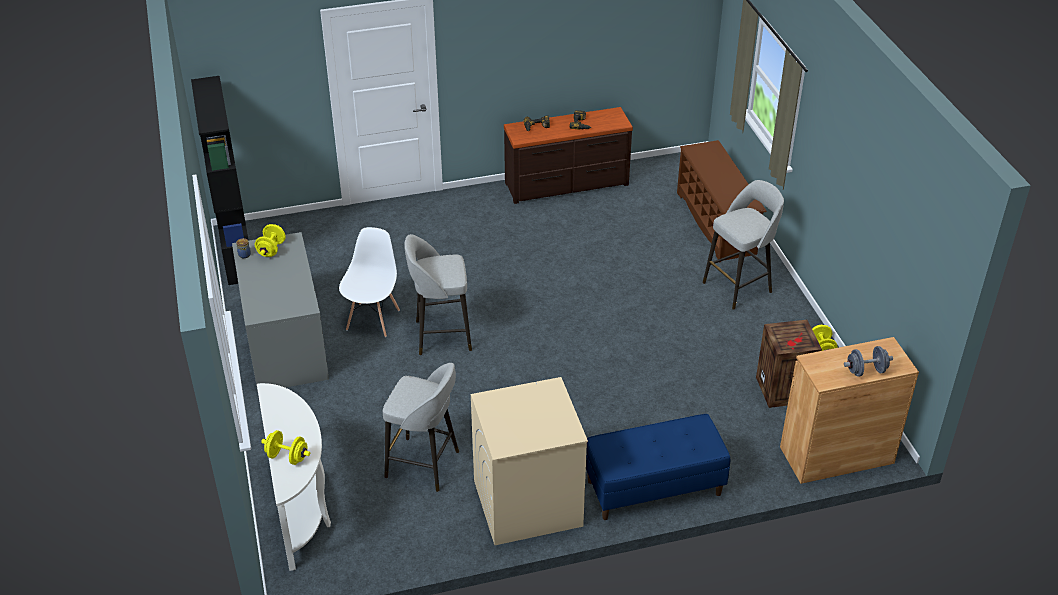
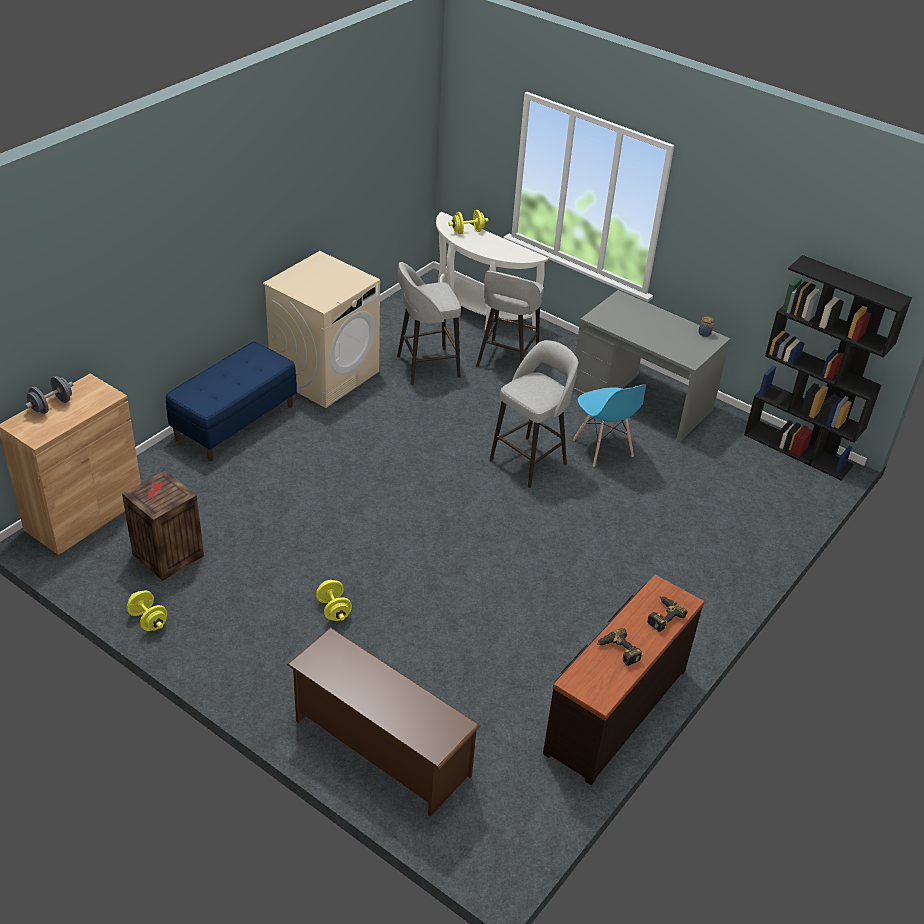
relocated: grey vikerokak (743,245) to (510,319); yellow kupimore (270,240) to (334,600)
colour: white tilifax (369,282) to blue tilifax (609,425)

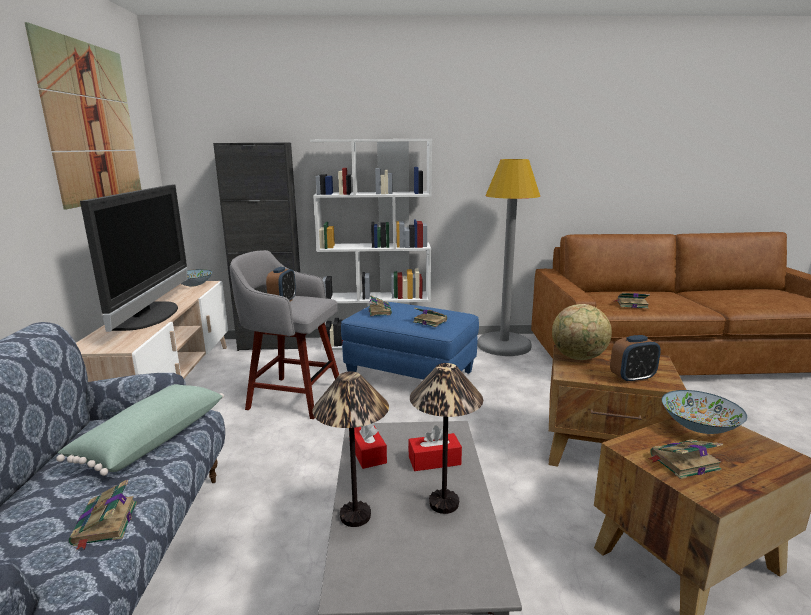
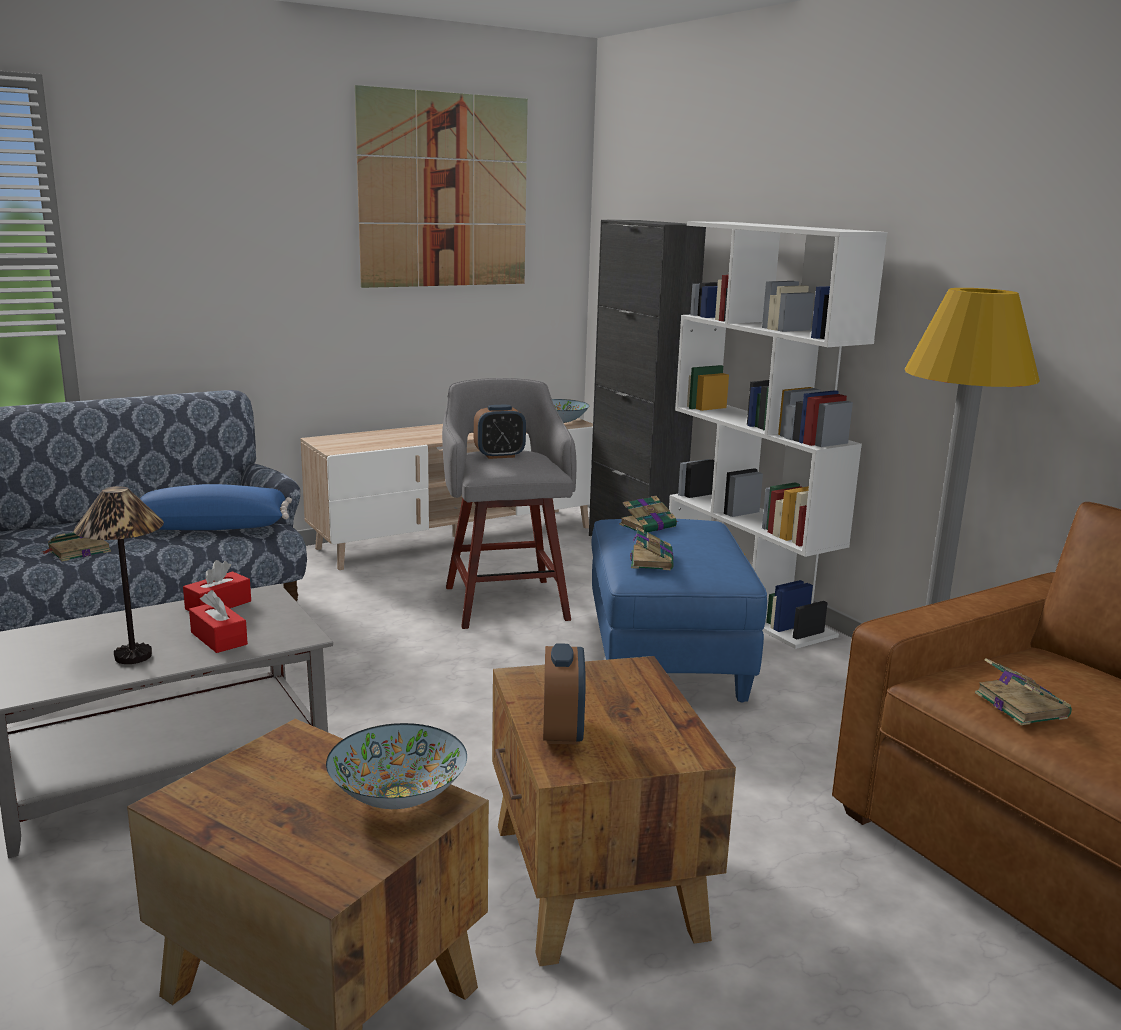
missing: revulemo (133,258); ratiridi (582,332); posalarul (350,449); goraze (685,459)
colour: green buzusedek (140,430) to blue buzusedek (216,507)
spun: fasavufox (635,359) = (564,693) 135 degrees counterclockwise

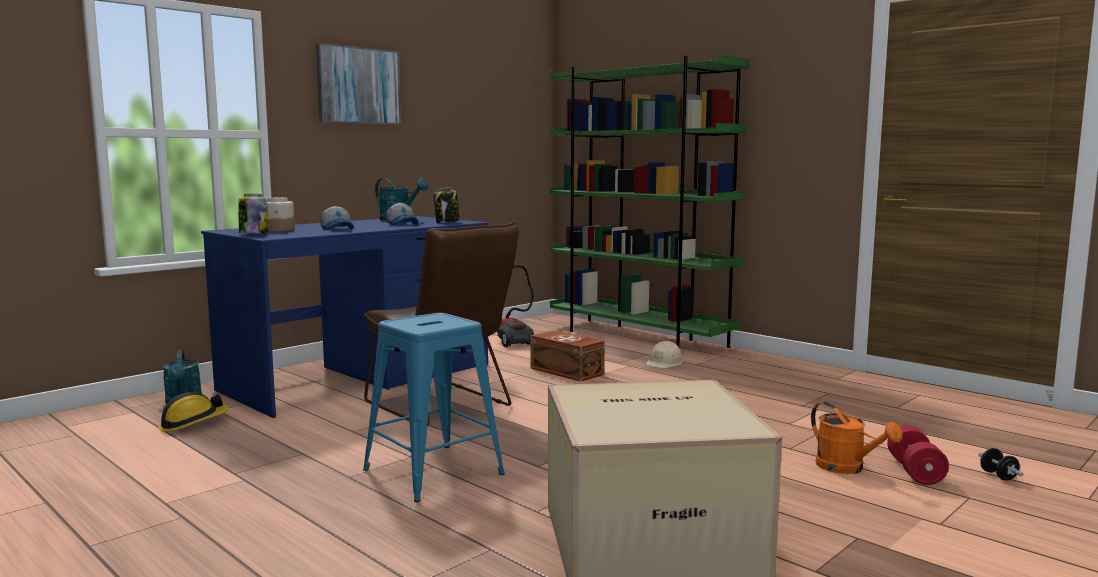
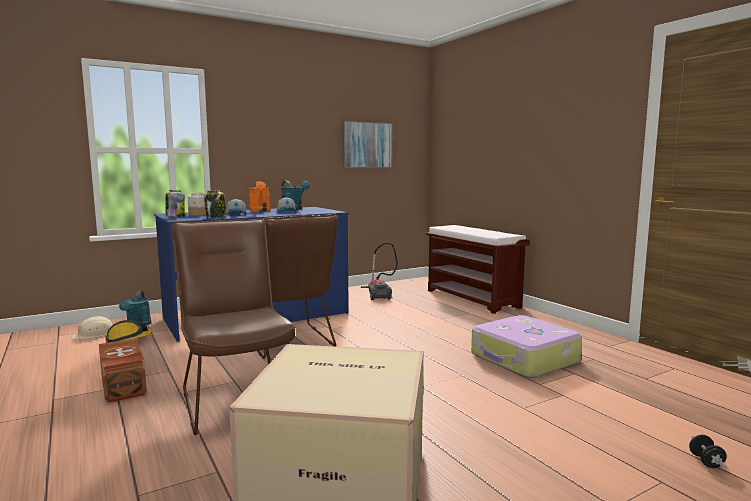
missing: red kupimore (918,455)
appeared: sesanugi (526,346)
relocated: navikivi (358,84) to (367,144); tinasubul (447,205) to (215,204); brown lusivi (567,356) to (123,370); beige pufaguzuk (664,354) to (91,328); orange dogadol (856,438) to (260,196)
exchanged: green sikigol (650,201) to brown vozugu (478,269); blue vikerokak (434,407) to brown tilifax (233,326)

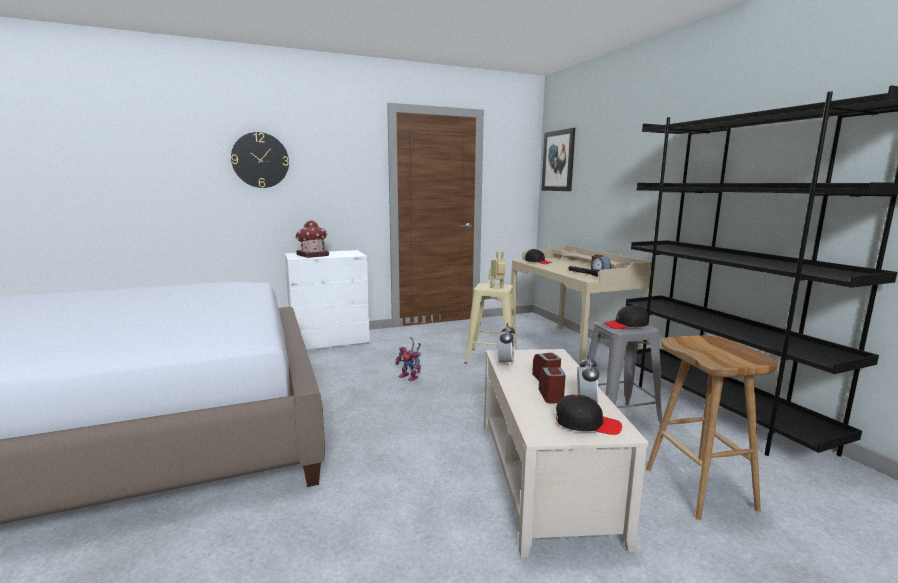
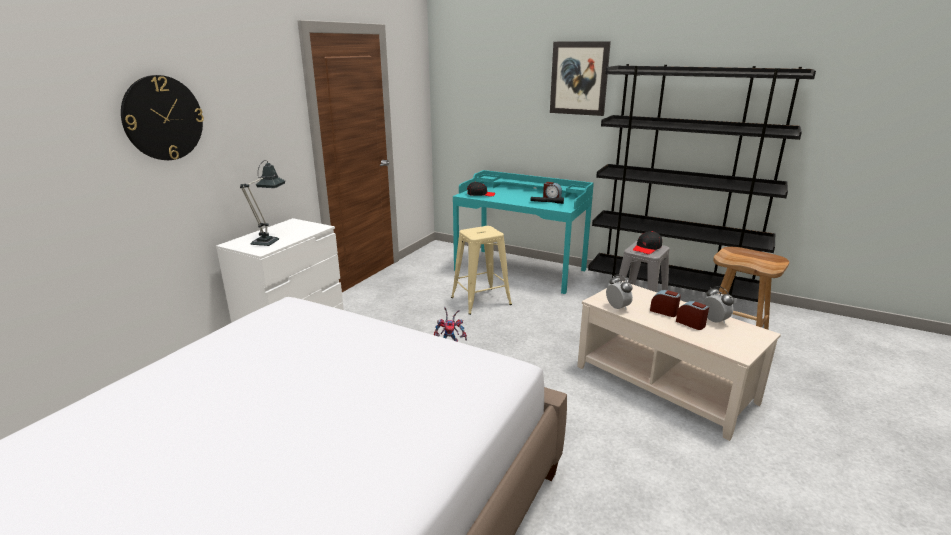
missing: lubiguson (497,270); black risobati (589,415)
relocated: navikivi (558,159) to (580,78)
exchanged: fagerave (312,239) to posalarul (262,203)
colour: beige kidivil (581,305) to turquoise kidivil (523,232)

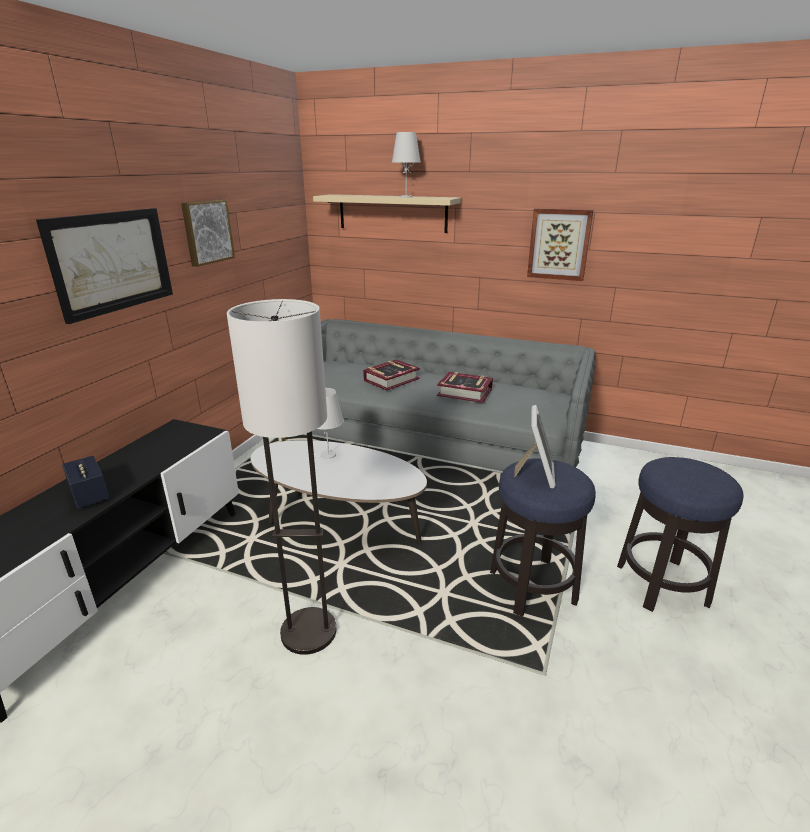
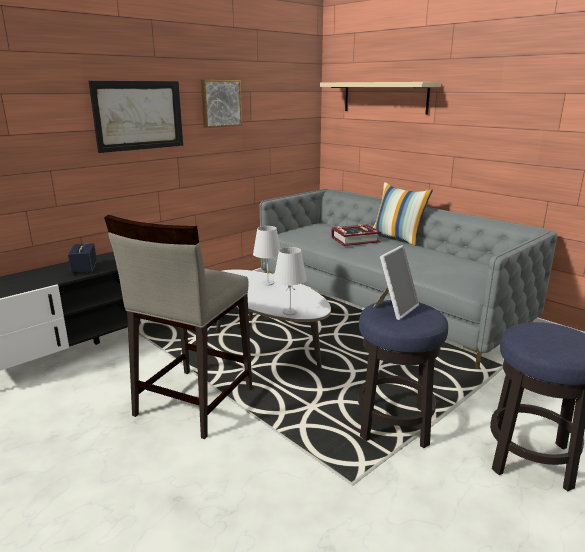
missing: navikivi (560,244); goraze (465,387)
appeared: buzusedek (403,214)
relocated: white posalarul (406,164) to (290,281)
exchanged: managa (281,477) to beige vikerokak (178,327)

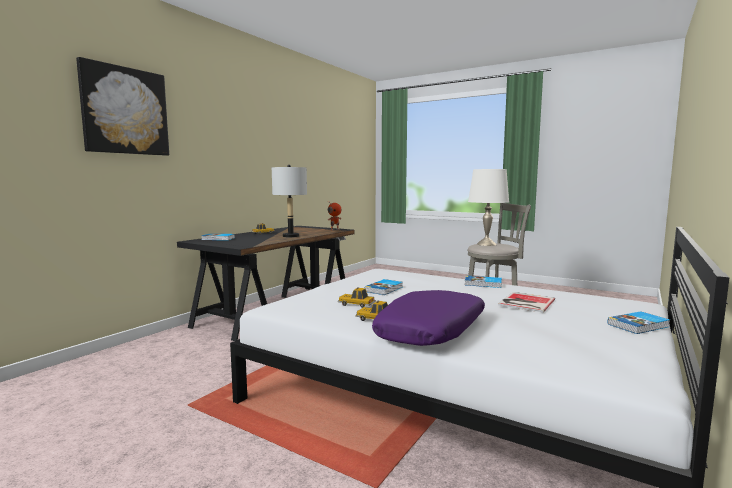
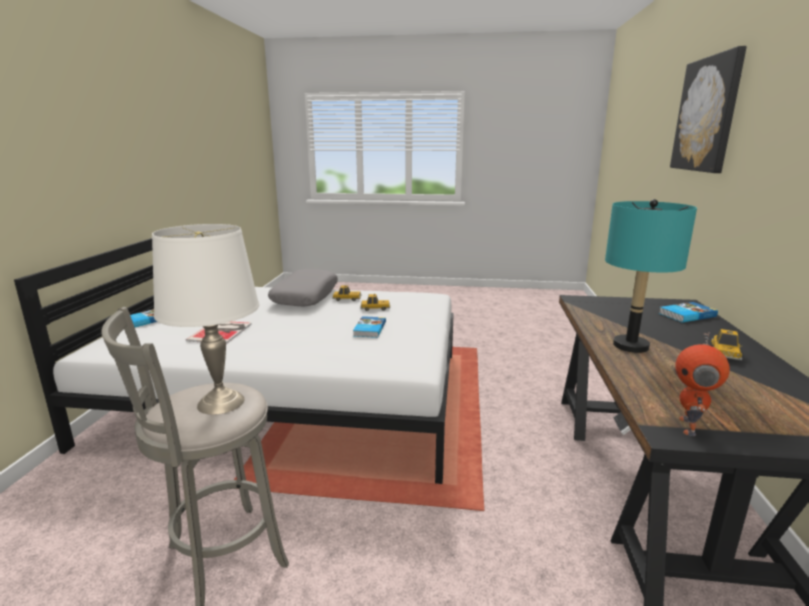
missing: goraze (483,282)
colour: grey posalarul (289,201) to turquoise posalarul (651,276); purple buzusedek (428,318) to grey buzusedek (303,287)

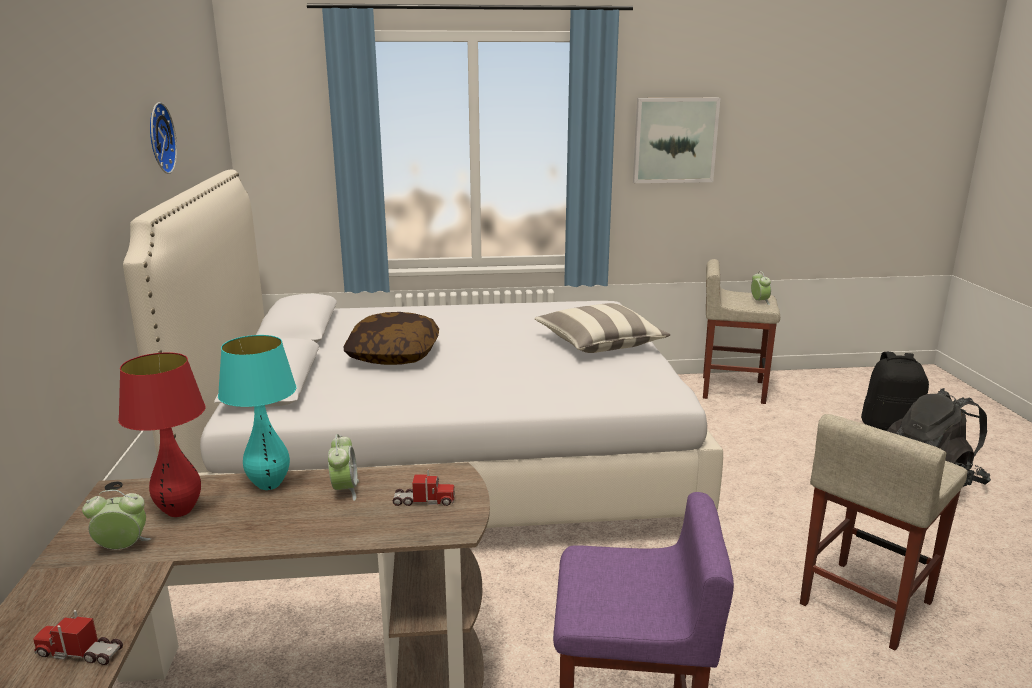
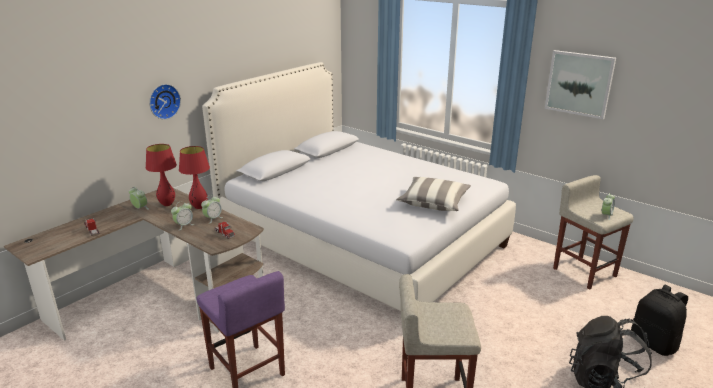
missing: buzusedek (391,338)
appeared: fasavufox (183,215)
relocated: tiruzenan (163,138) to (165,102)
colour: turquoise posalarul (257,412) to red posalarul (194,177)

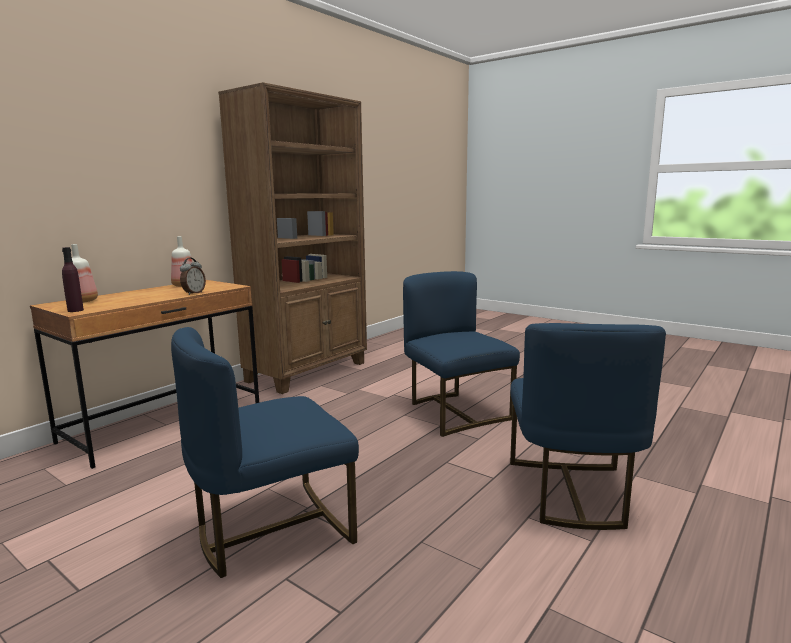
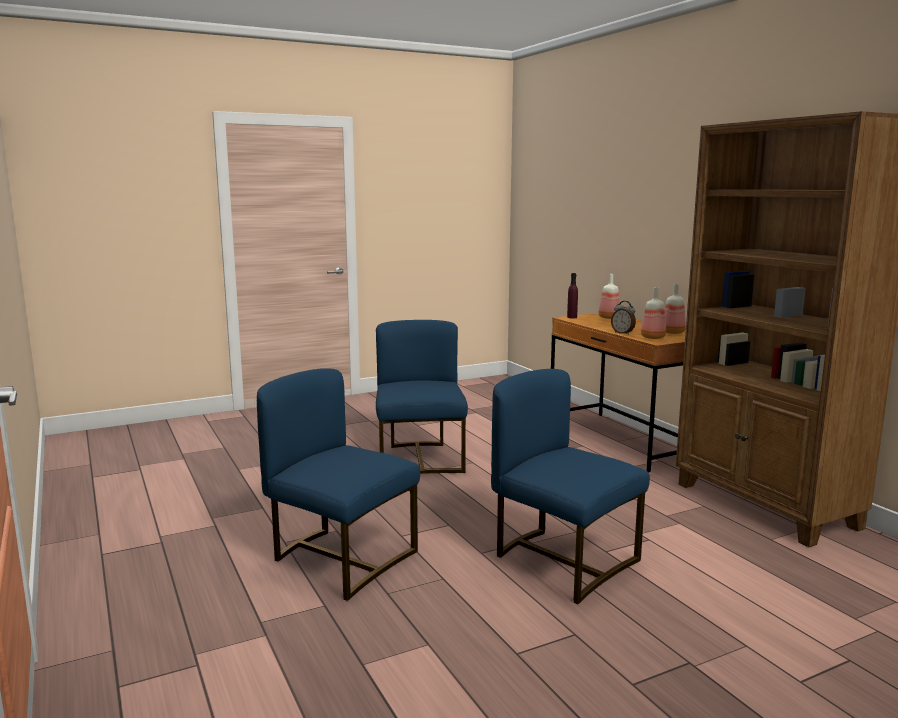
appeared: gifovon (653,313)
spun: blue tilifax (461,354) = (570,486) 135 degrees counterclockwise

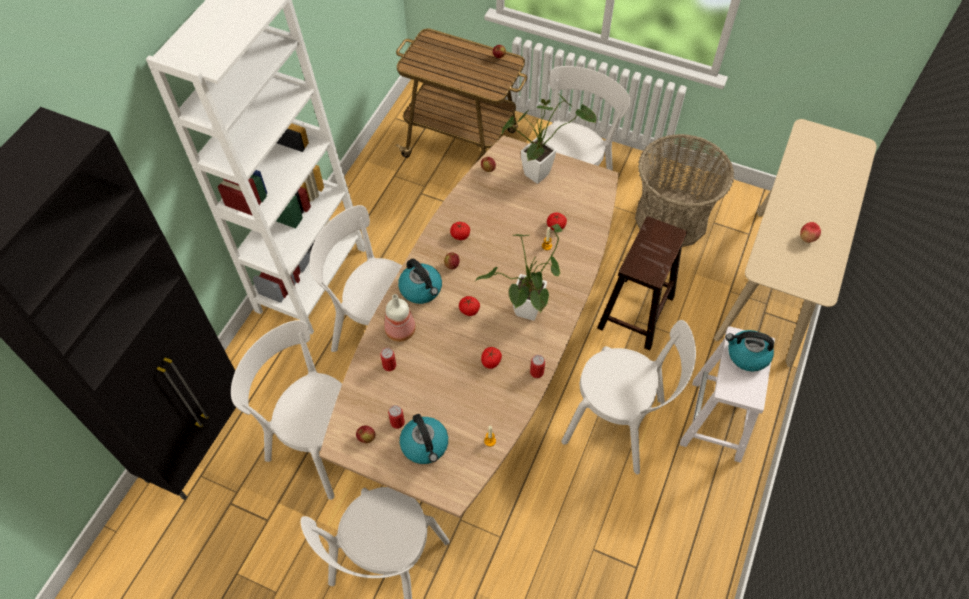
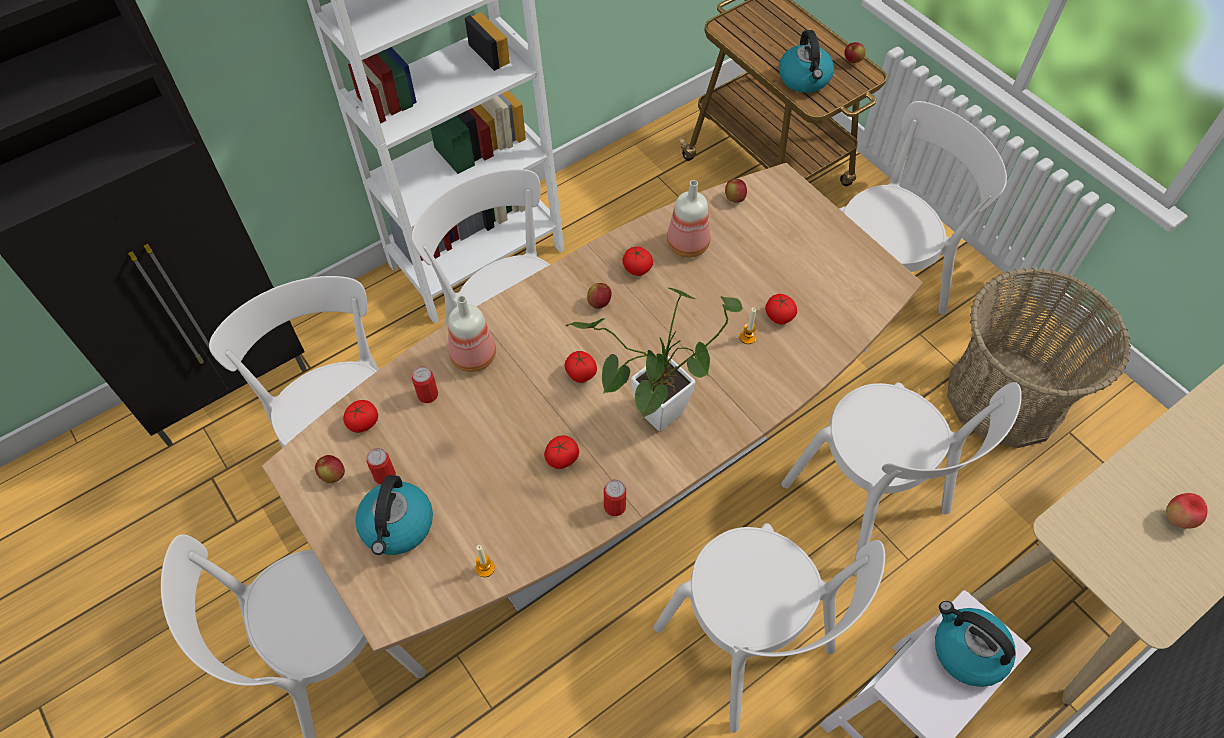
missing: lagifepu (549,139)
appeared: gifovon (689,219); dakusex (360,416)
relocated: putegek (420,281) to (806,61)
exchanged: brown vikerokak (642,283) to white tilifax (902,479)

